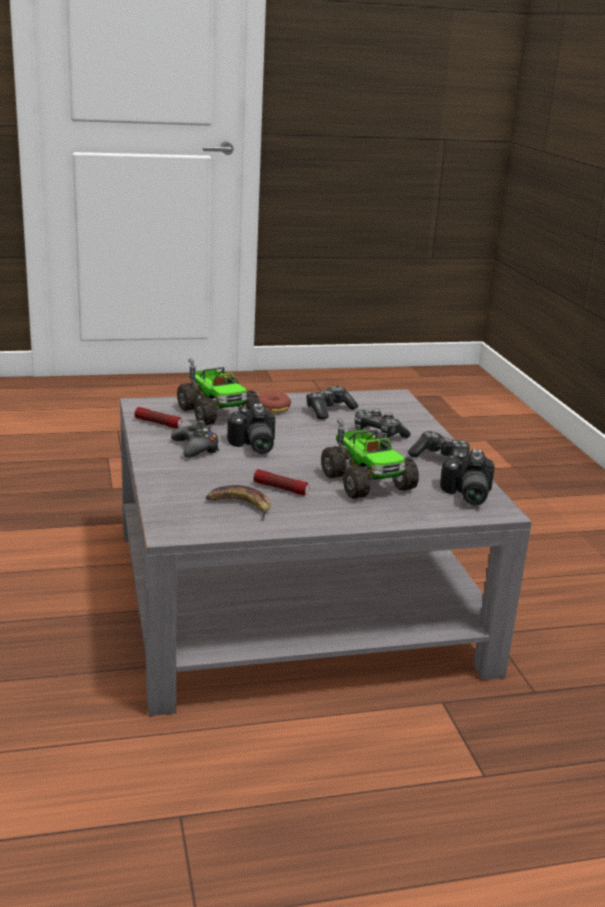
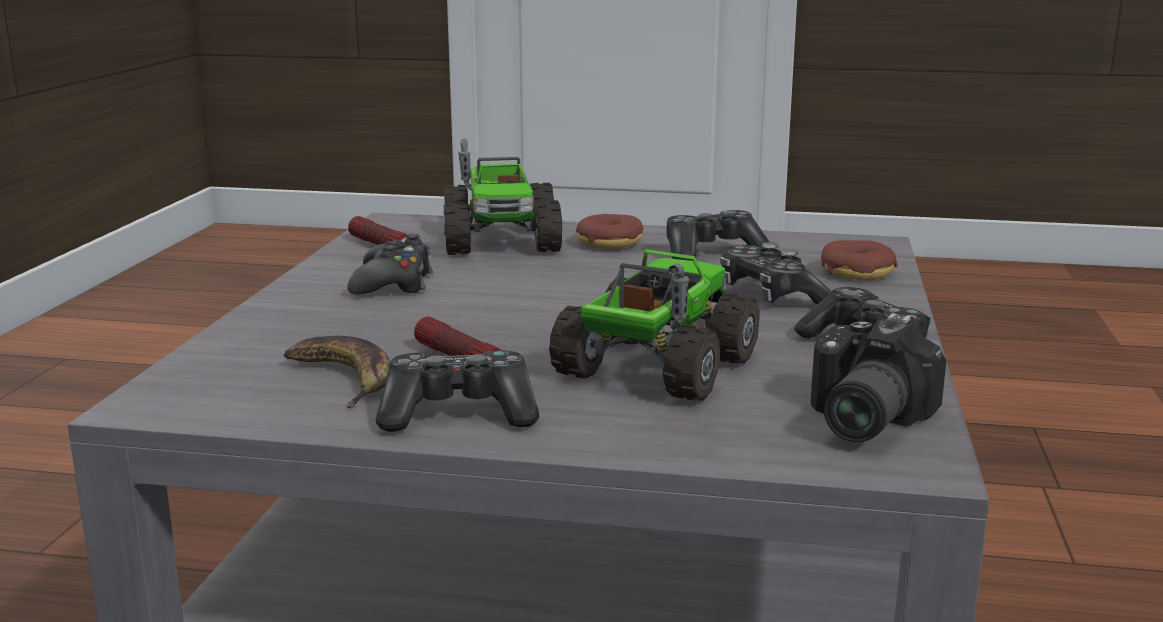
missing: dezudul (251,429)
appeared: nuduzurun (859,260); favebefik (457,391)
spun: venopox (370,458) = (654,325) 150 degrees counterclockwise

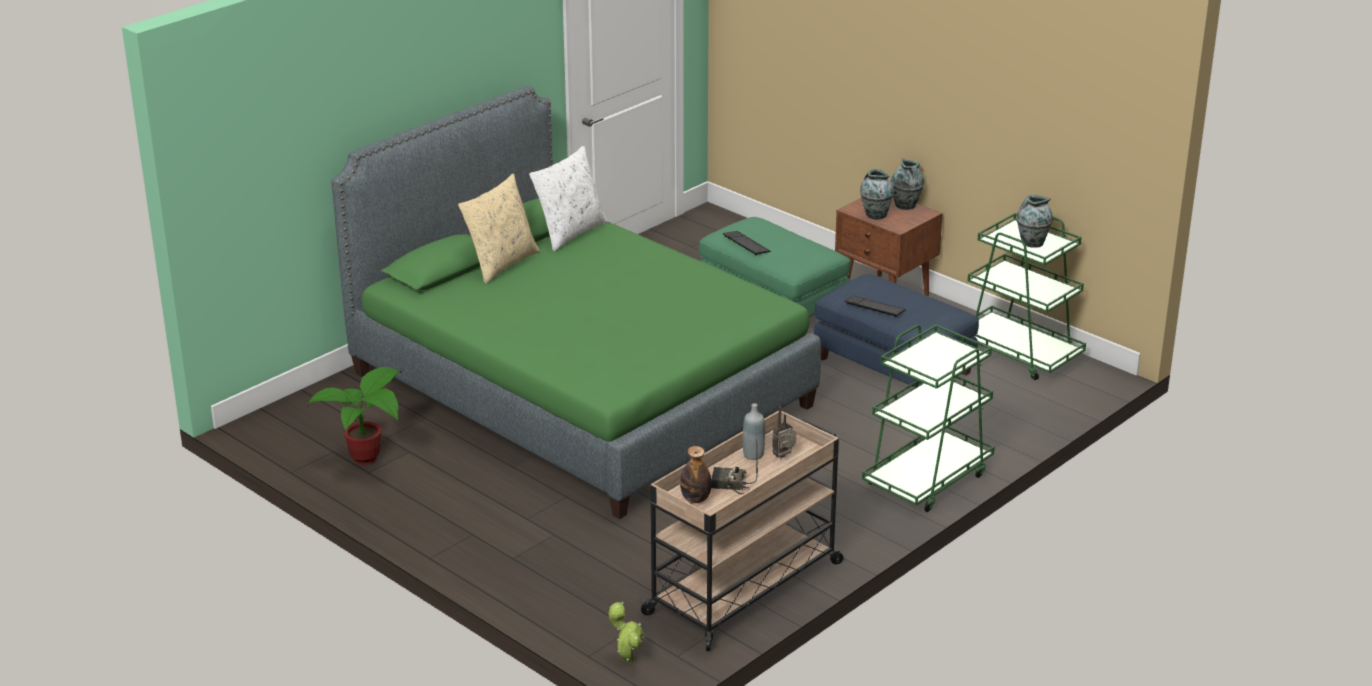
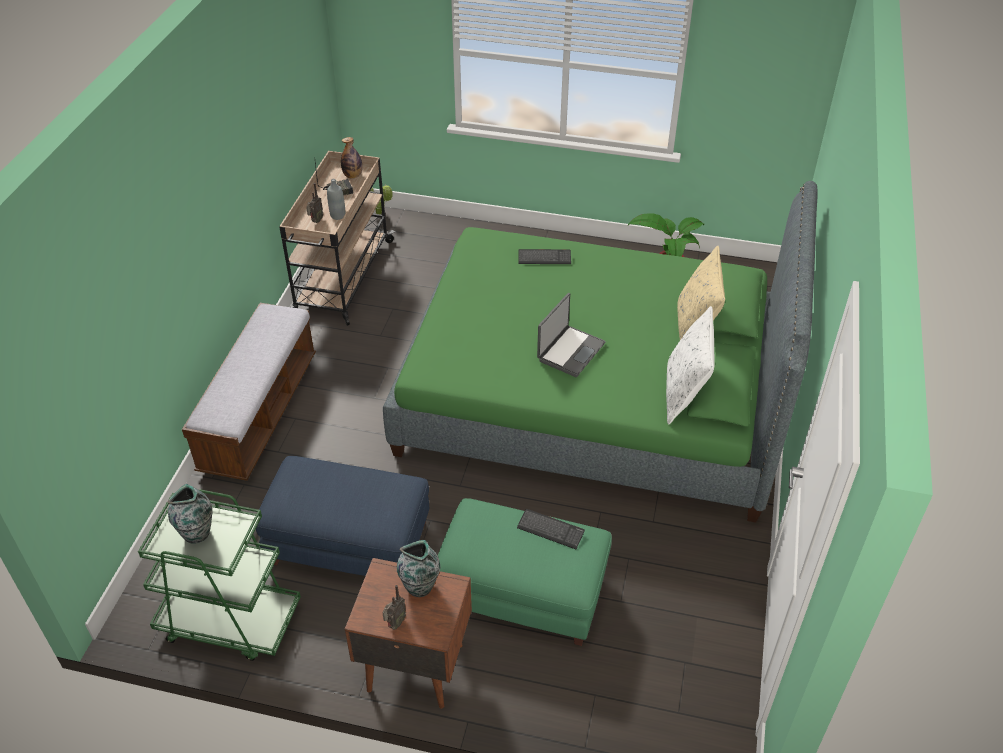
appeared: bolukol (571,335)
relocated: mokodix (875,306) to (544,256)
exchanged: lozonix (907,184) to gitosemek (394,607); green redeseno (928,418) to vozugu (249,392)

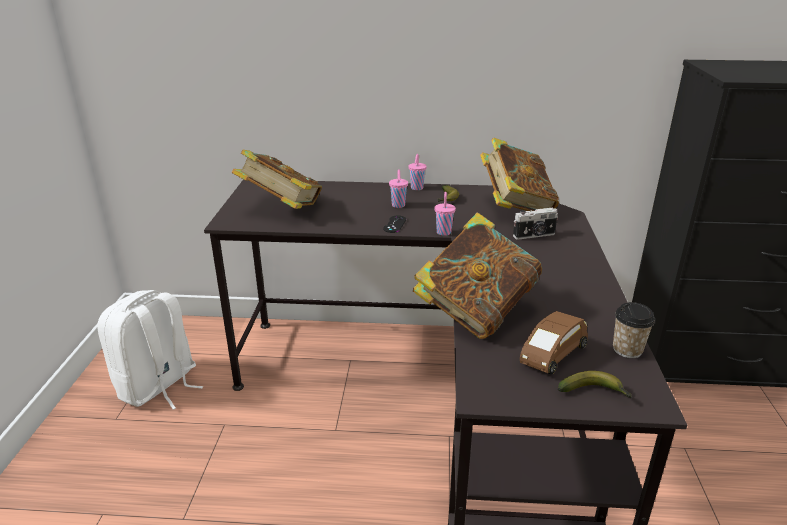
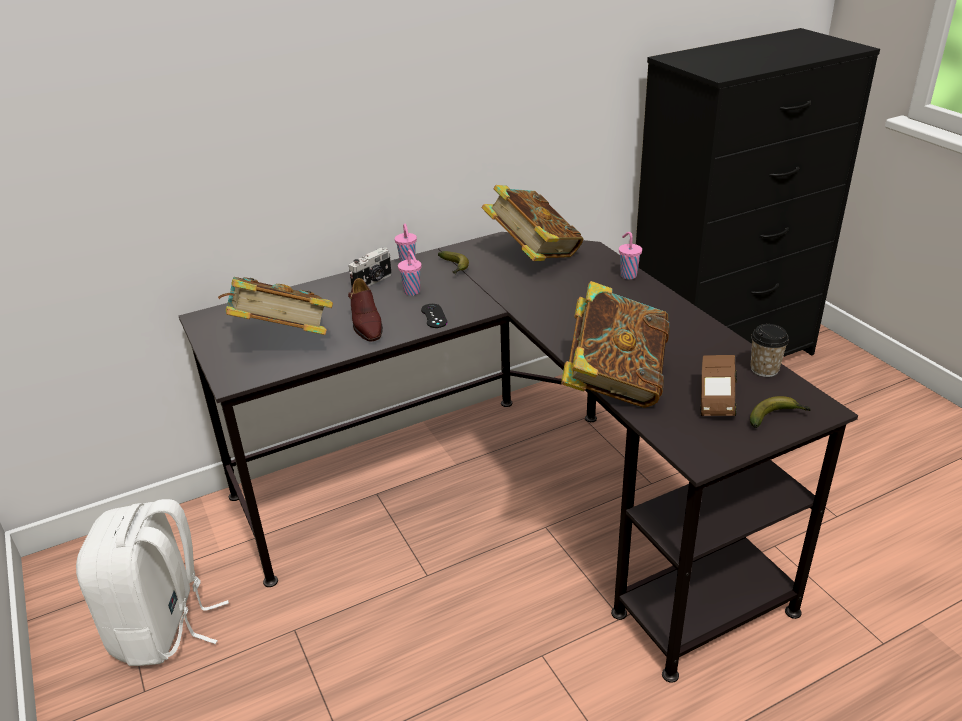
appeared: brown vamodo (365,310)
relocated: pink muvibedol (445,214) to (630,256); dezudul (535,224) to (370,266)

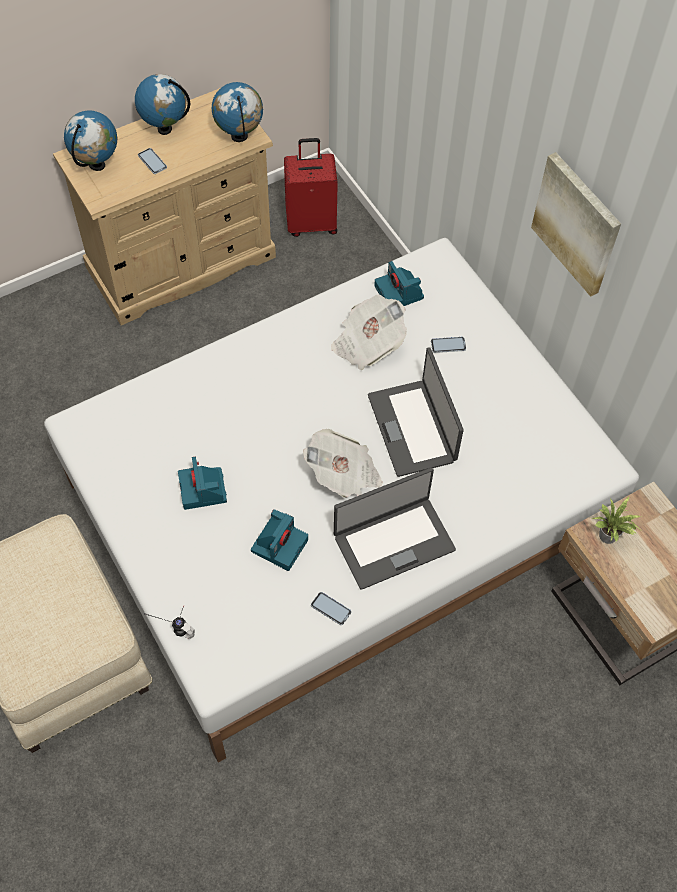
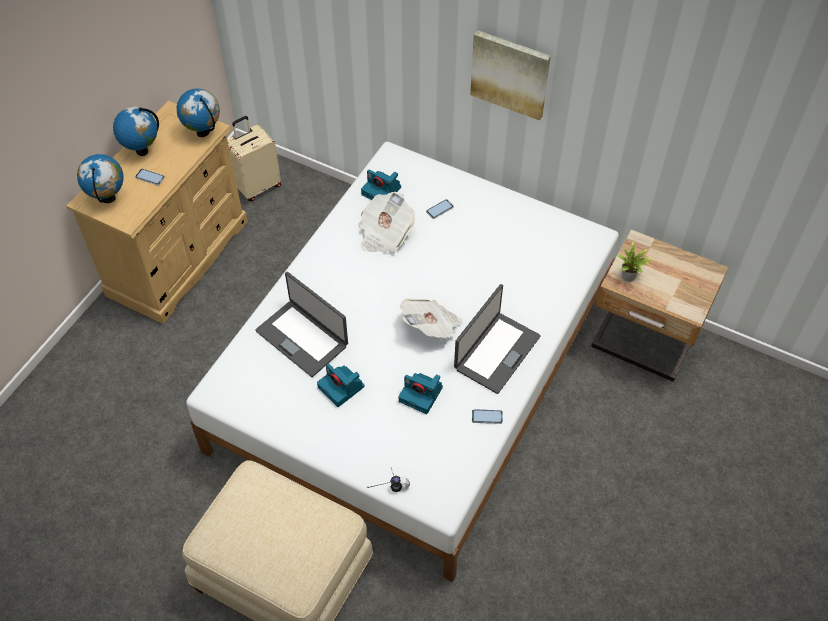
relocated: bolukol (416,412) to (301,324)
colour: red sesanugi (311,187) to beige sesanugi (254,158)
spun: dezudul (279,540) = (421,393) 120 degrees clockwise

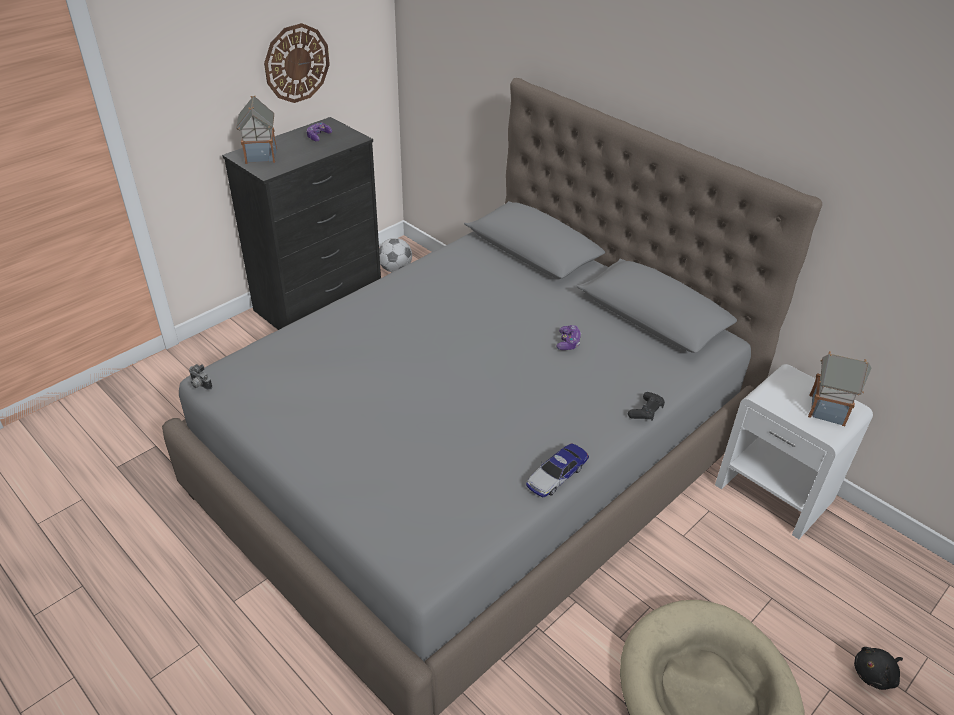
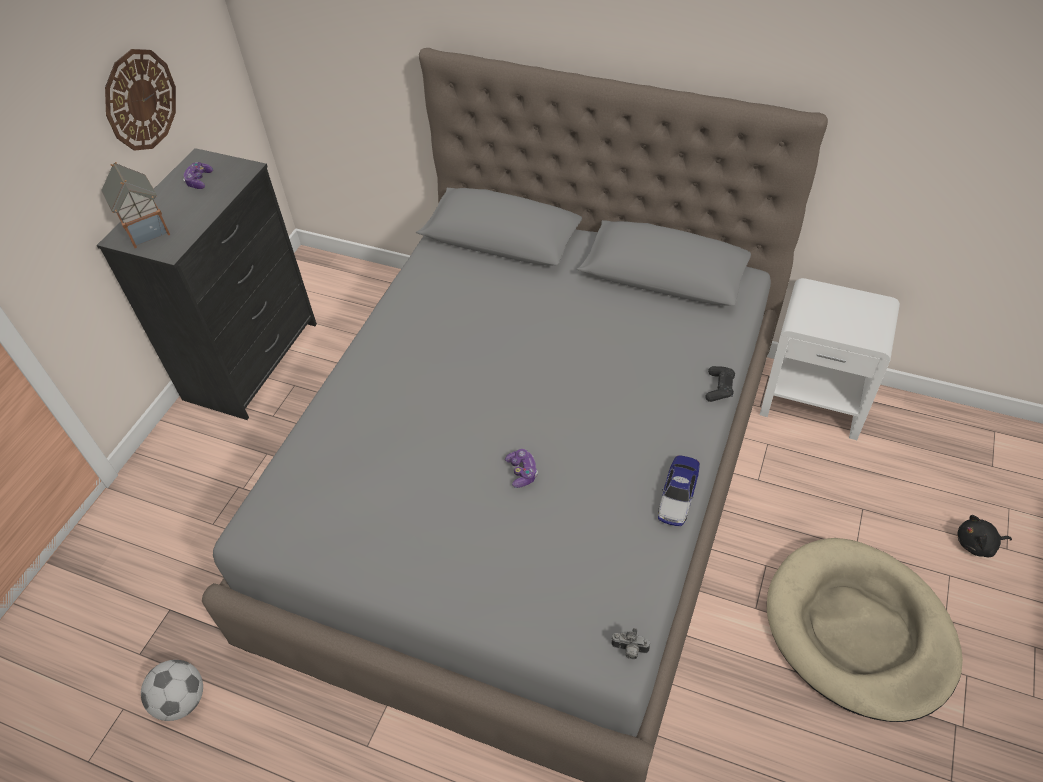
missing: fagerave (839,388)
relocated: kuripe (395,255) to (172,690); favebefik (568,337) to (521,468); dezudul (201,377) to (630,643)
spun: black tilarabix (878,668) = (985,536) 45 degrees clockwise

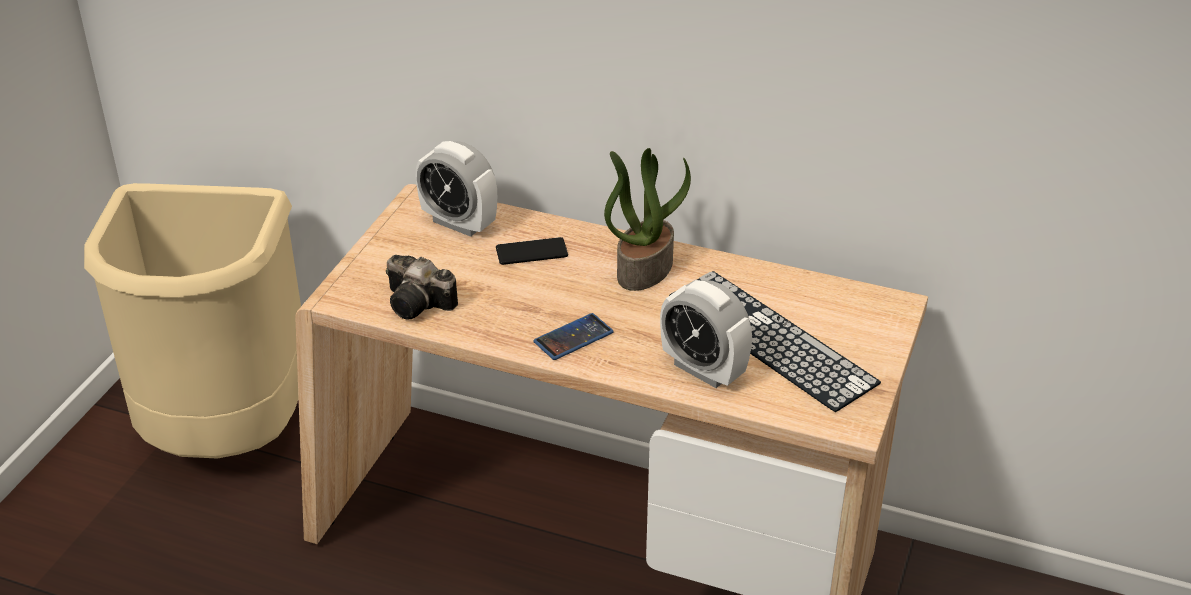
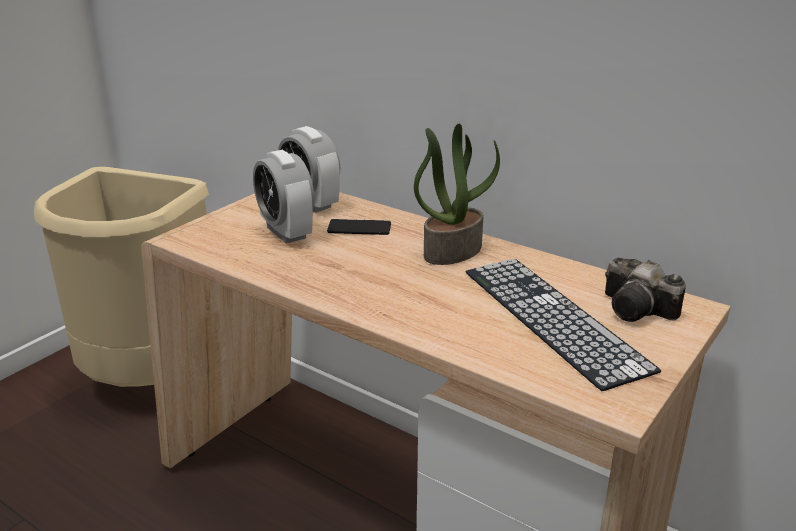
missing: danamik (573,336)
relocated: dezudul (422,287) to (645,290); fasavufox (706,334) to (283,197)

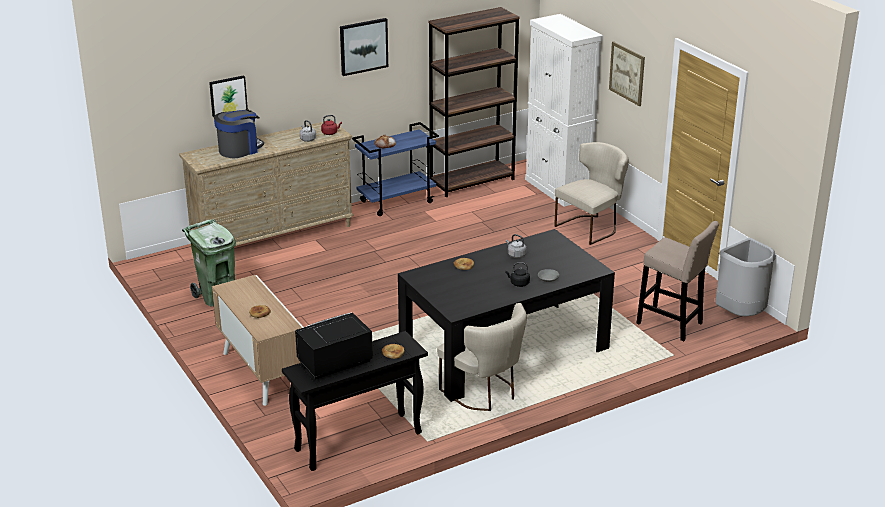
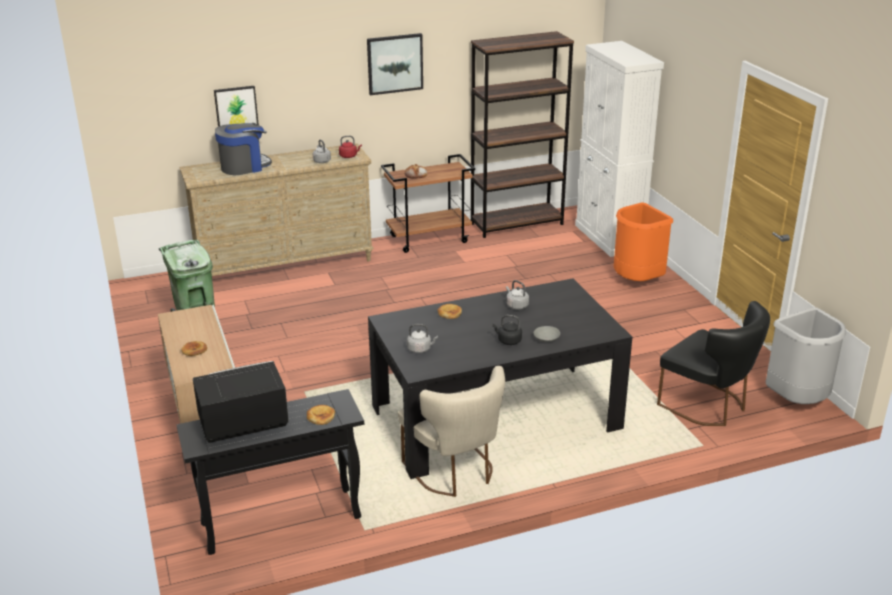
missing: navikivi (627,73)
appeared: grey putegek (422,338)
exchanged: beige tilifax (591,193) to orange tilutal (643,241); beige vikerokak (677,281) to black tilifax (713,363)
colour: blue redeseno (395,169) to brown redeseno (428,203)

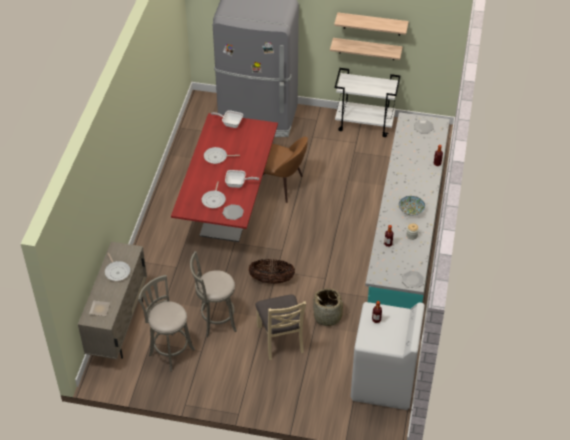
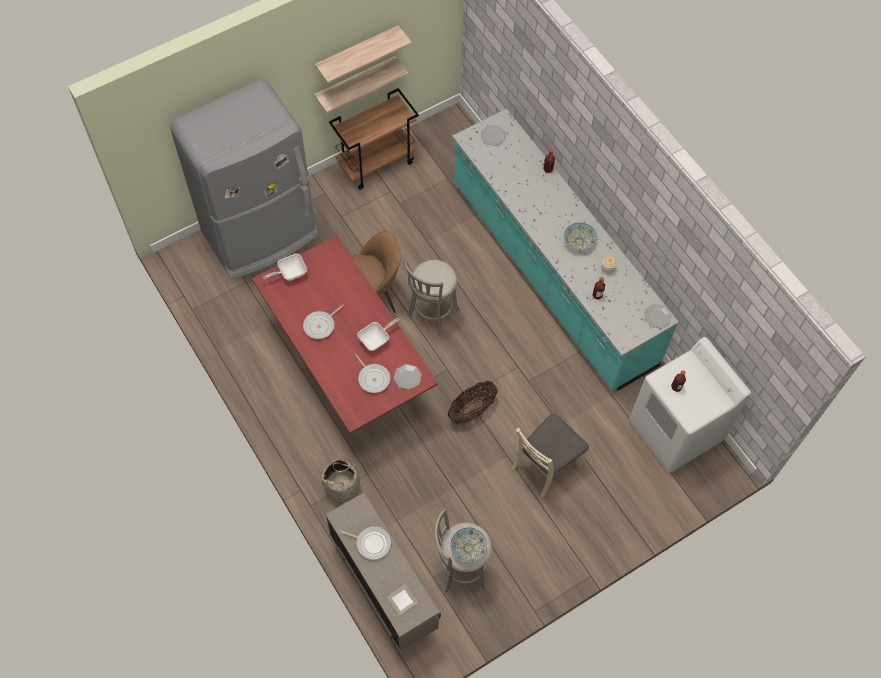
appeared: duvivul (469,545)
relocated: grey vikerokak (213,294) to (432,298); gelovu (328,307) to (340,481)
colour: white redeseno (367,102) to brown redeseno (374,139)
spun: beige tilifax (280,327) = (550,455) 105 degrees clockwise

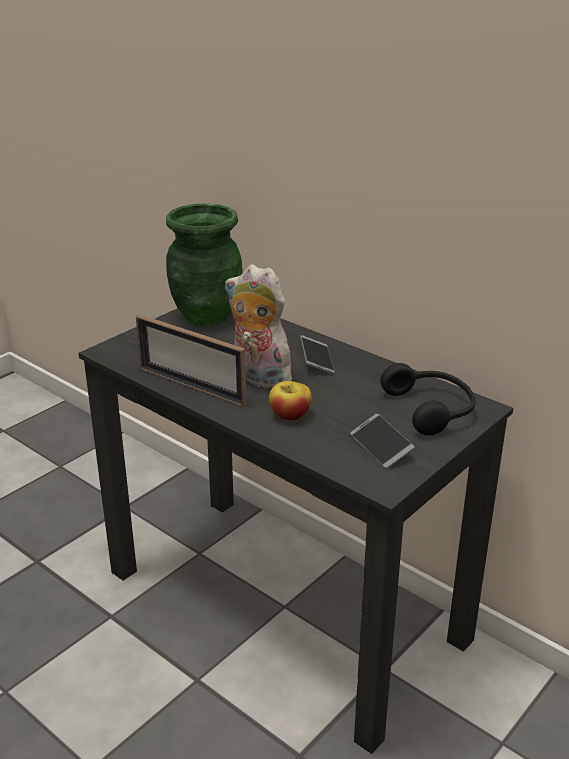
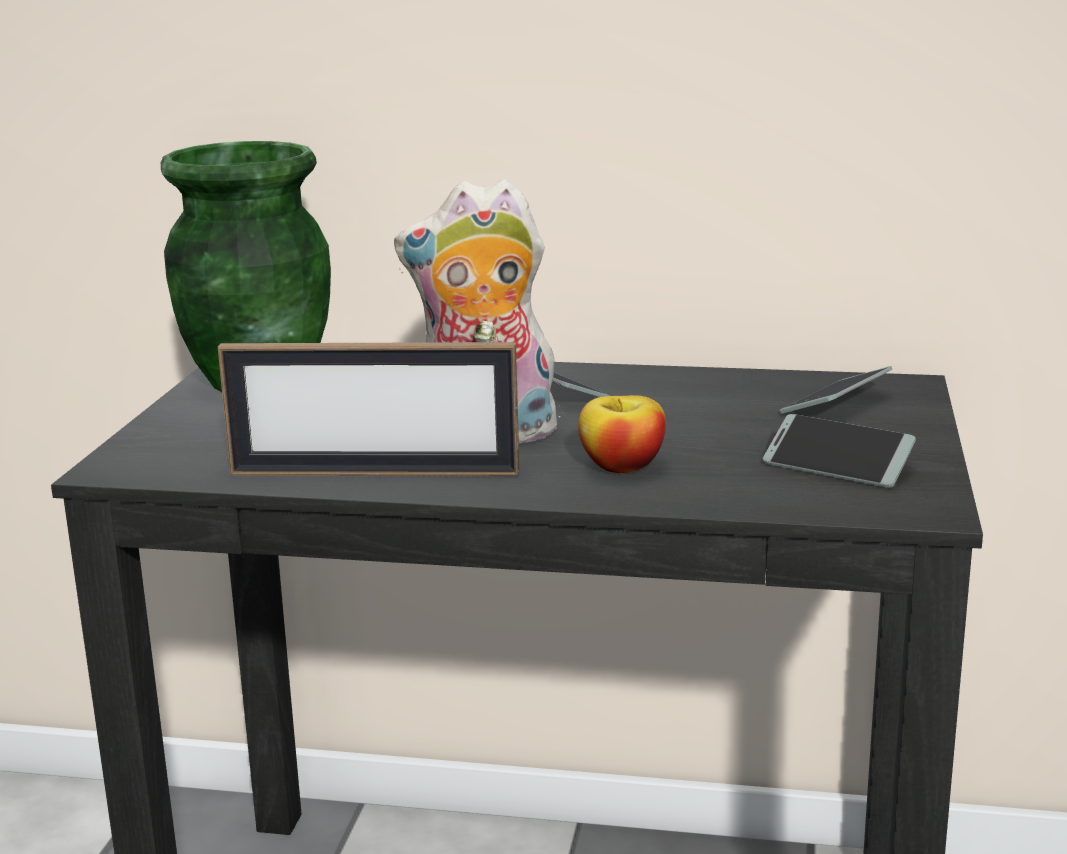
exchanged: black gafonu (428,399) to danamik (835,390)

